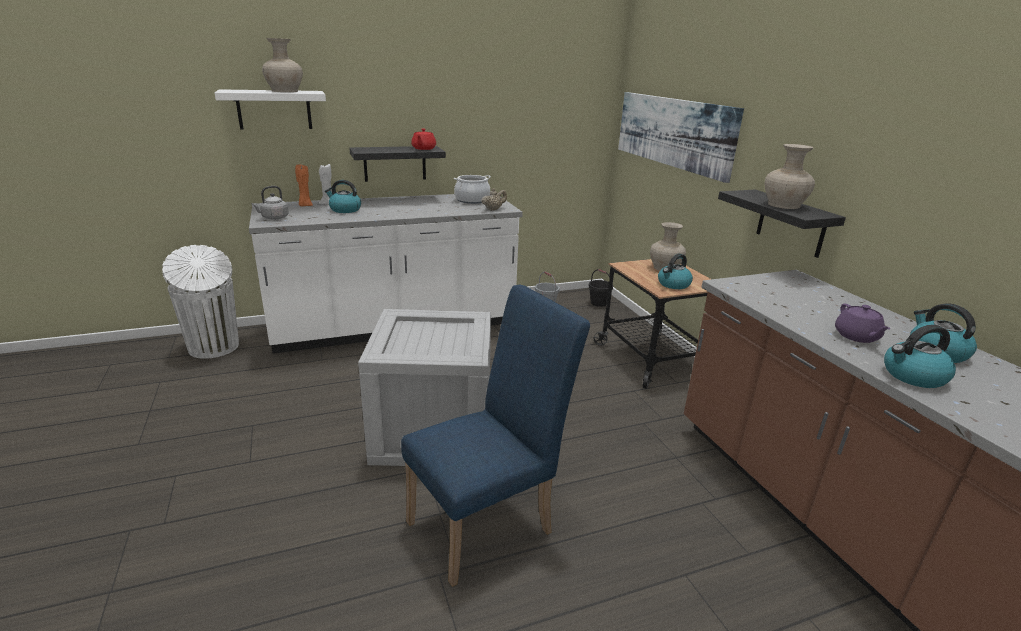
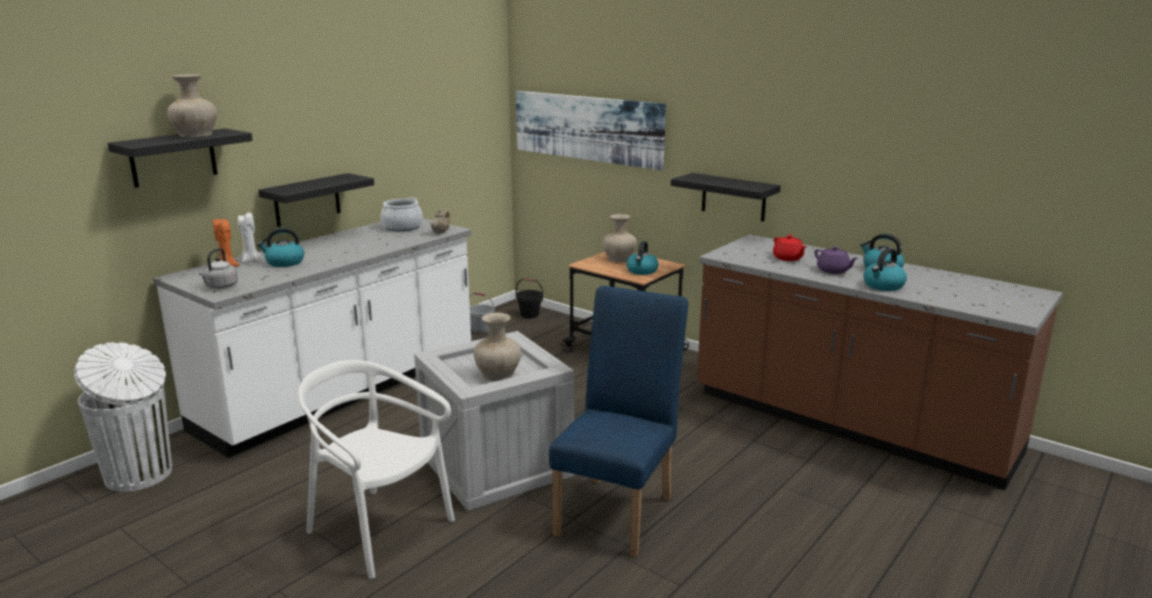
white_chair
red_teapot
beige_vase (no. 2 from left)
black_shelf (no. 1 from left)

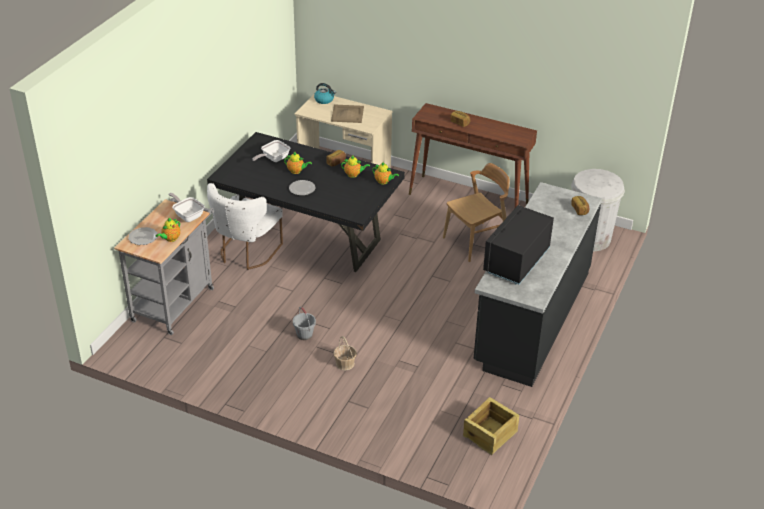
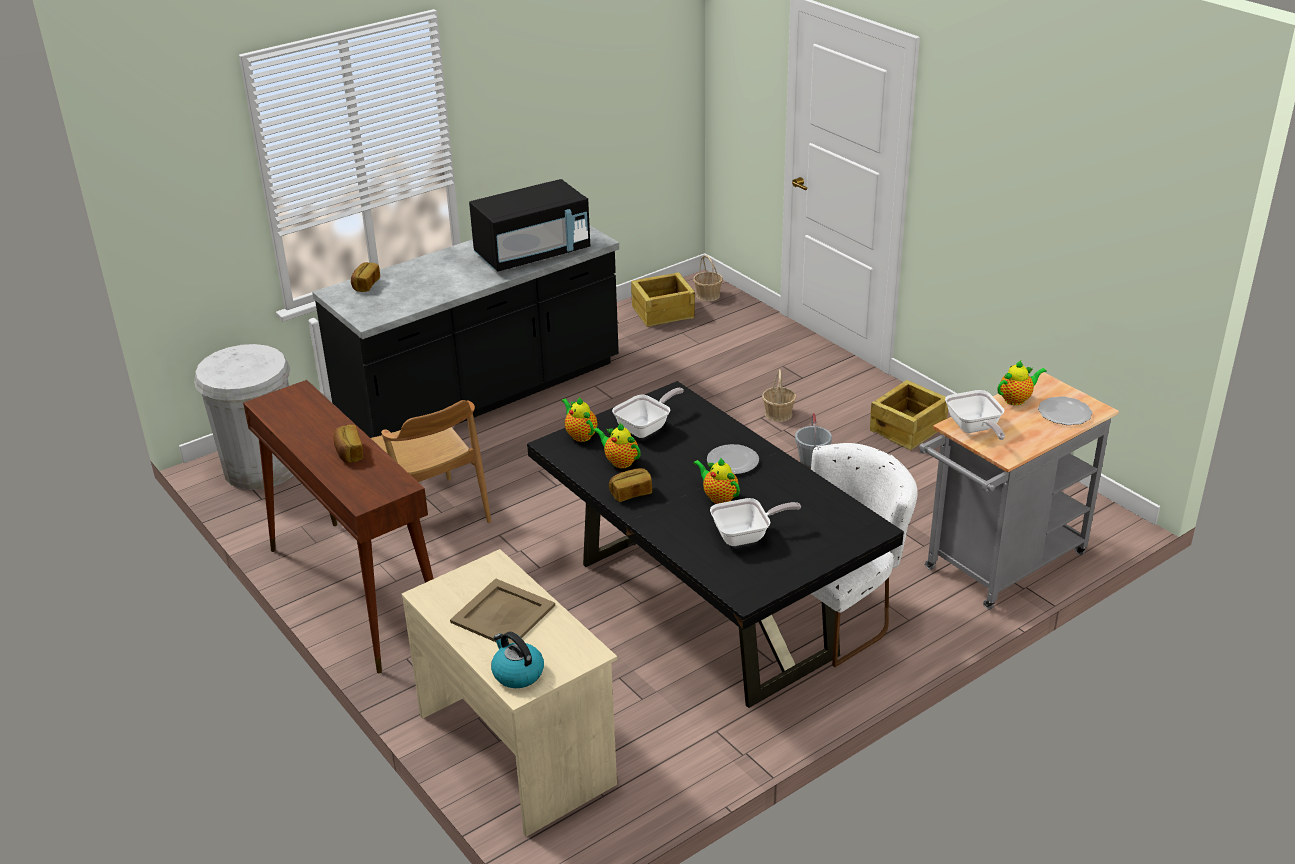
frying_pan (no. 1 from left)
basket (no. 1 from left)
crate (no. 2 from left)
brown_chair

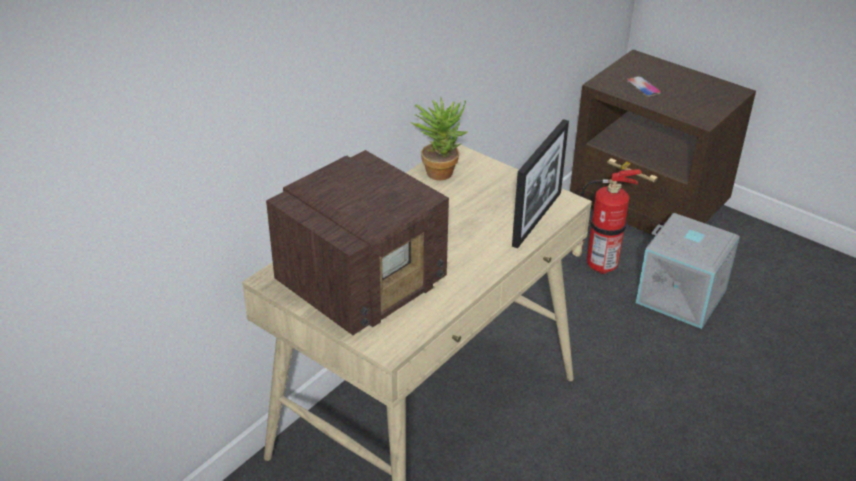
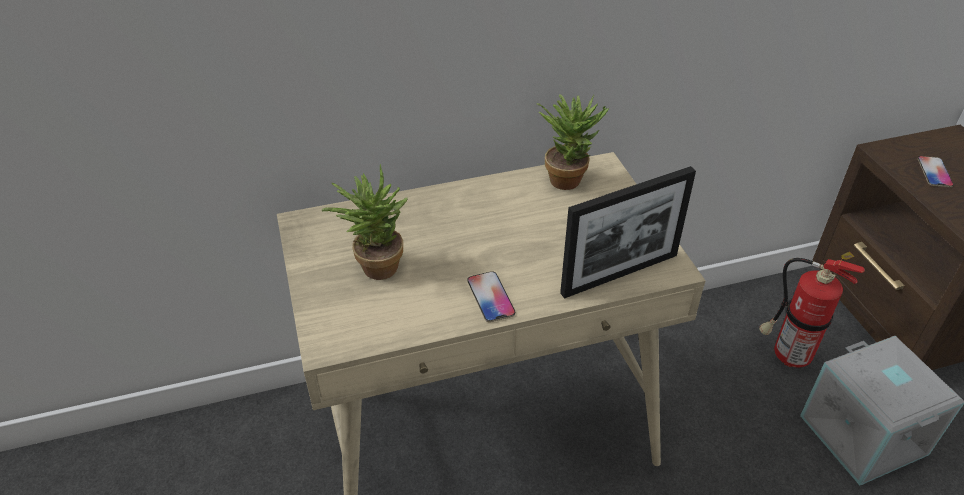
phone (no. 1 from left)
potted_plant (no. 1 from left)

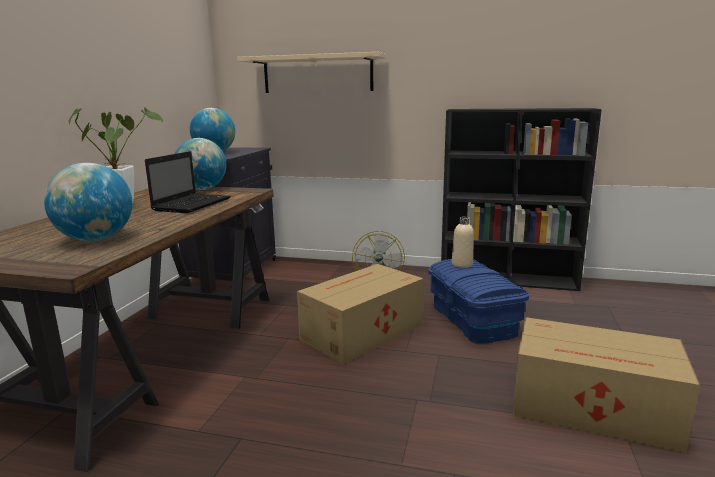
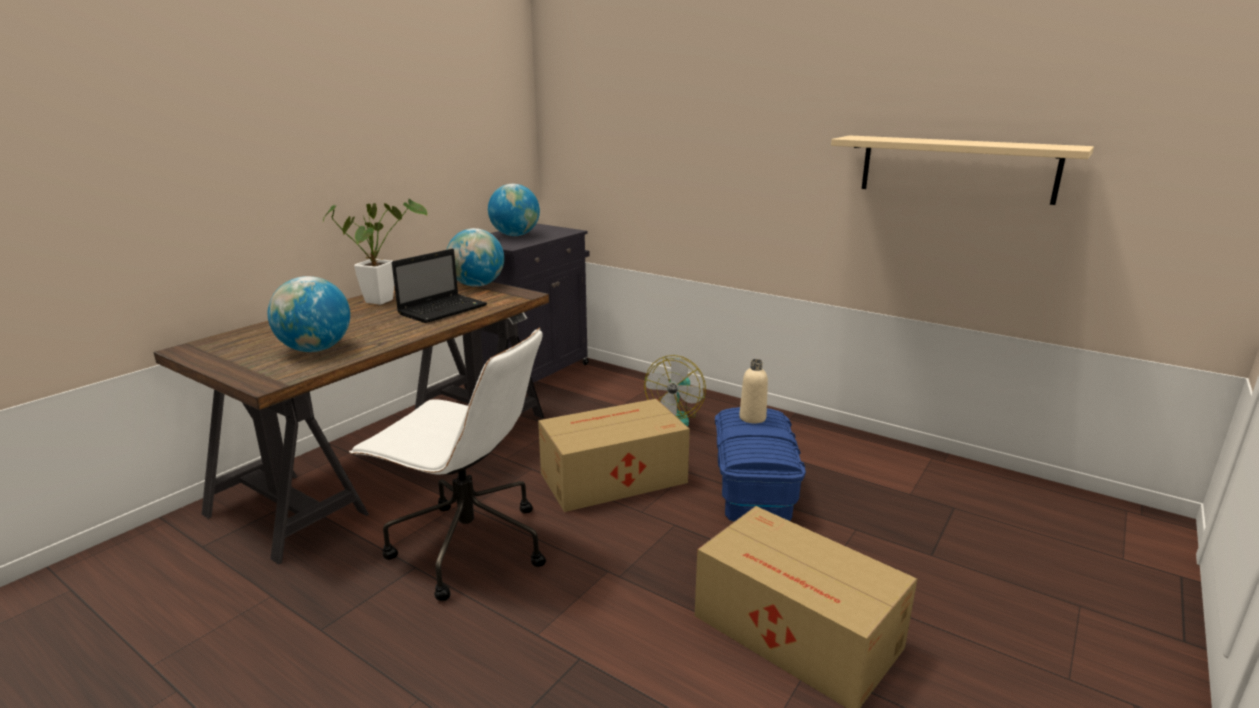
black_bookcase
white_office_chair
beige_shelf

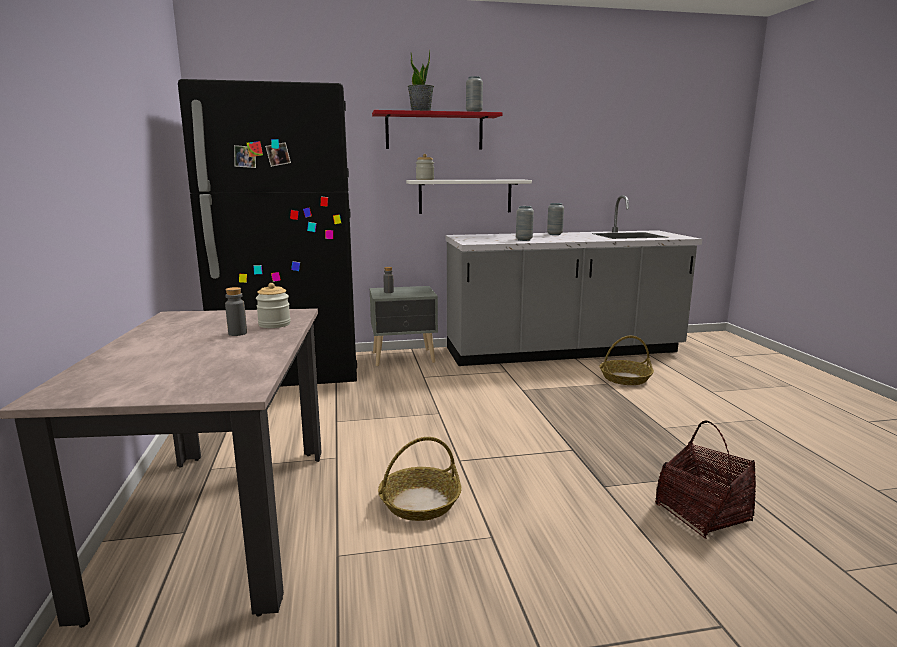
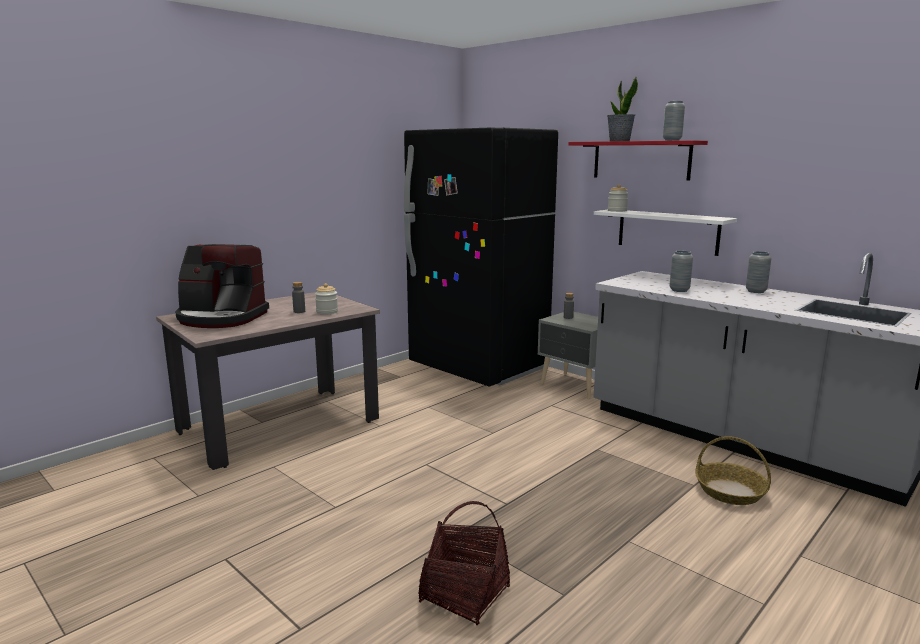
basket (no. 1 from left in the first image)
coffee_machine

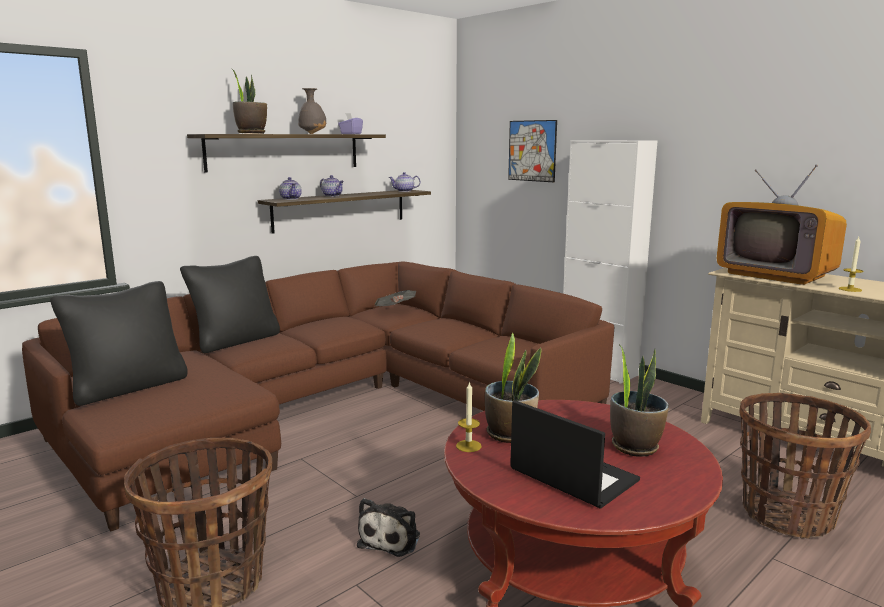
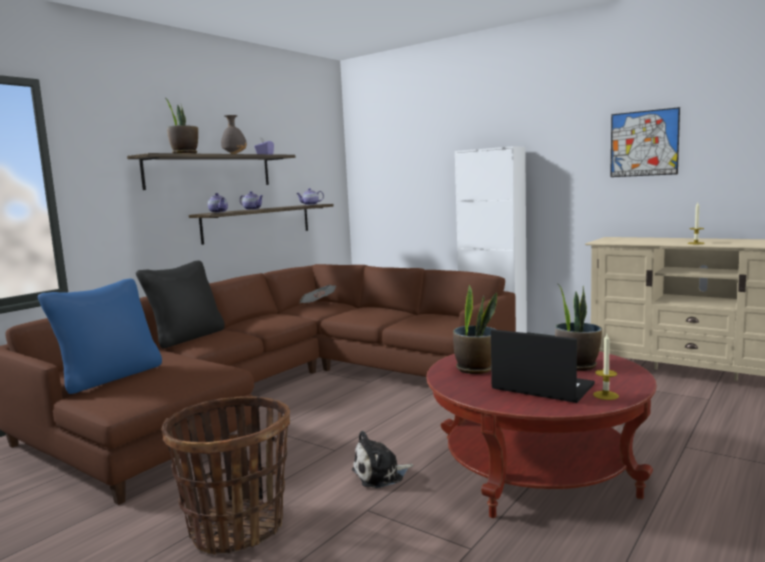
television
basket (no. 2 from left in the first image)
candle (no. 1 from left)
picture
blue_pillow
plush_toy

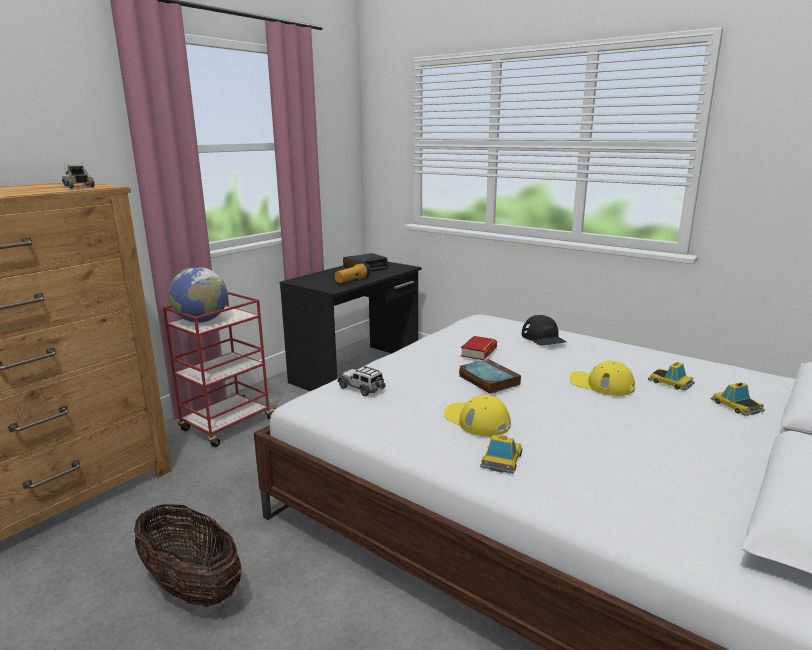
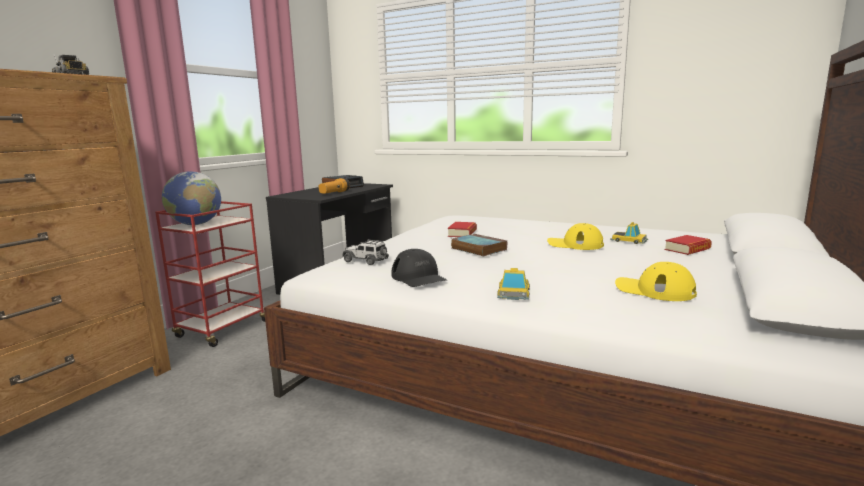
basket
yellow_cap (no. 2 from left)
black_cap
book (no. 3 from left)

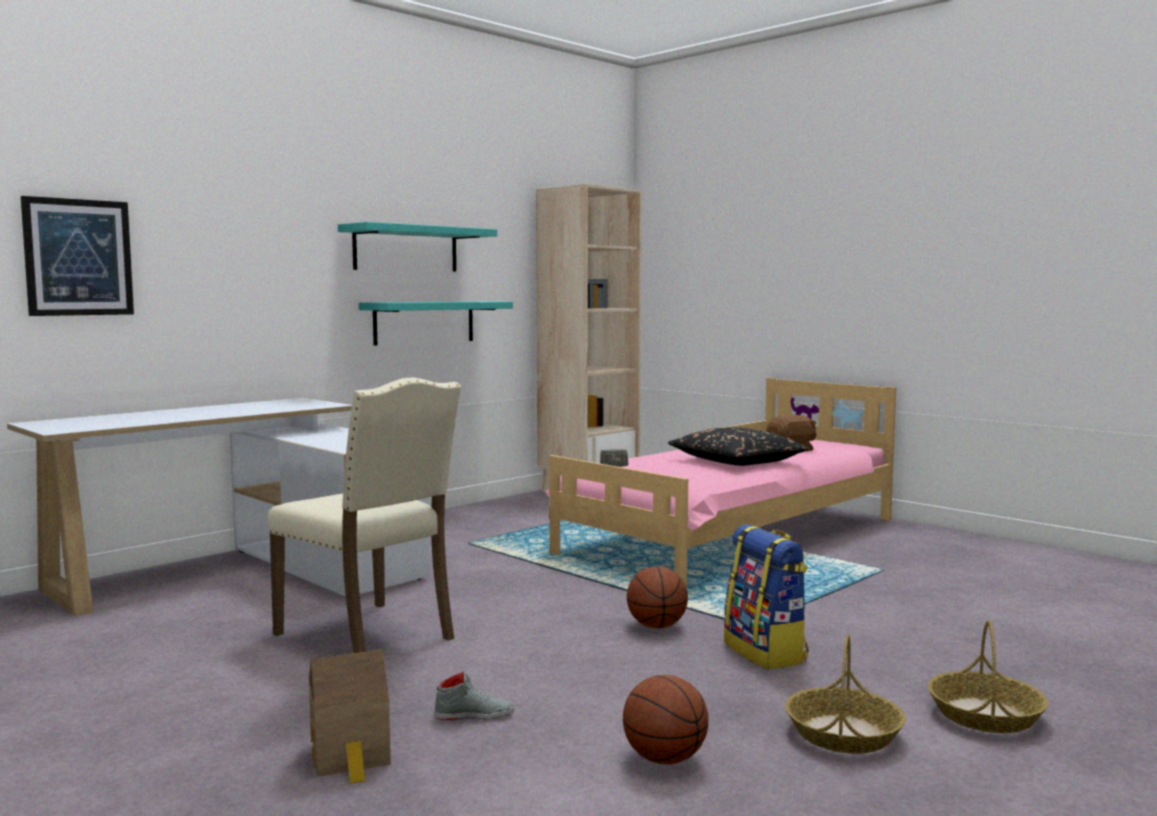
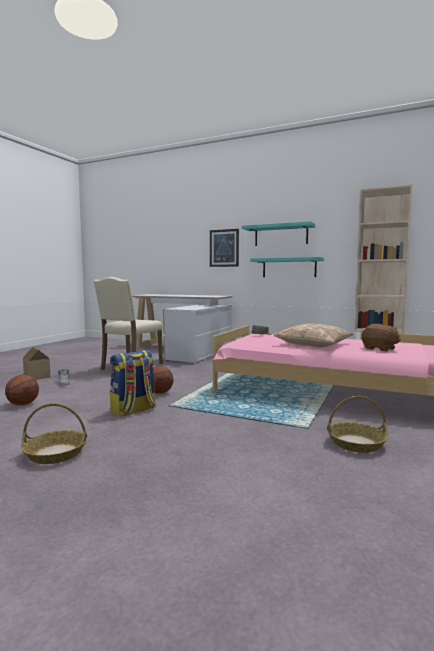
picture
basket (no. 2 from left)
beige_pillow

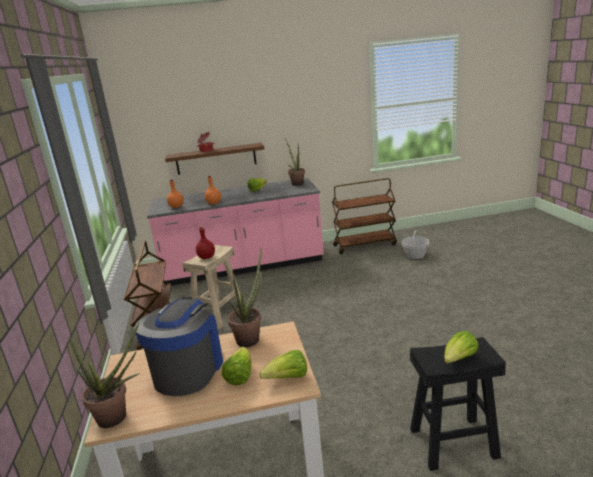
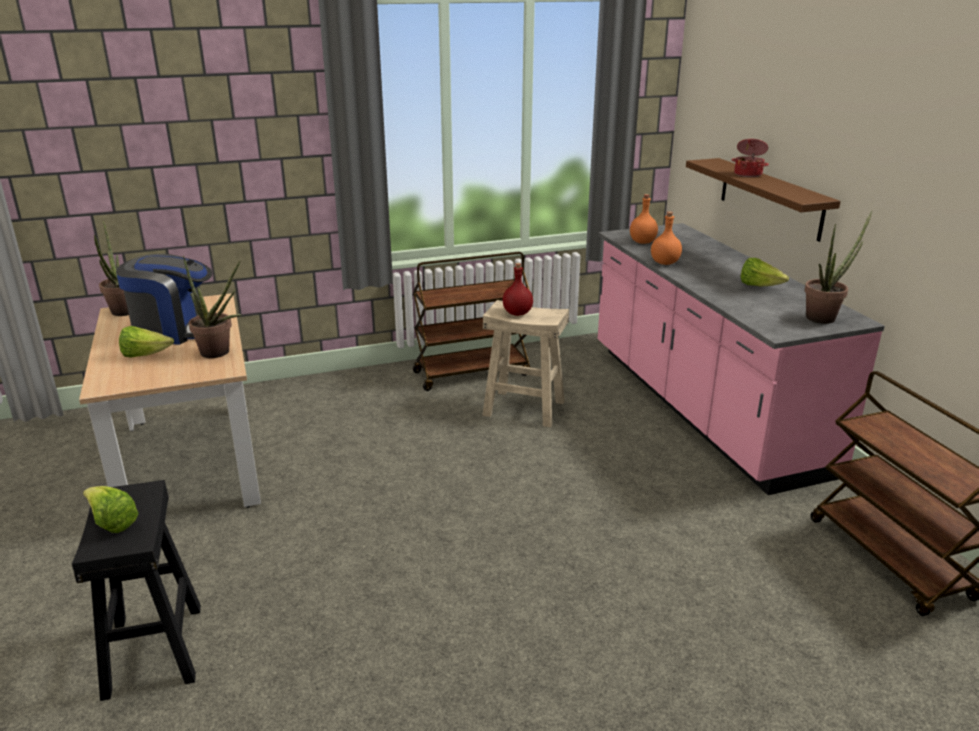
lettuce (no. 3 from left in the first image)
basket

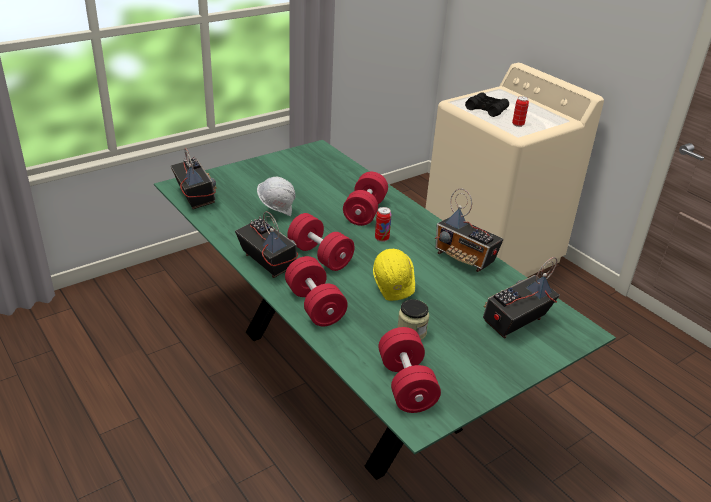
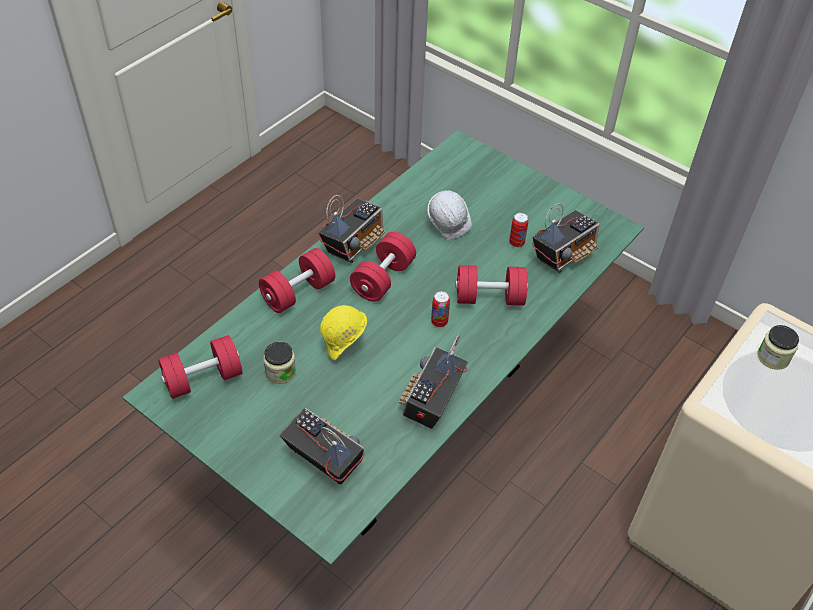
radio (no. 4 from left)
can (no. 2 from left)
jar (no. 2 from left)

